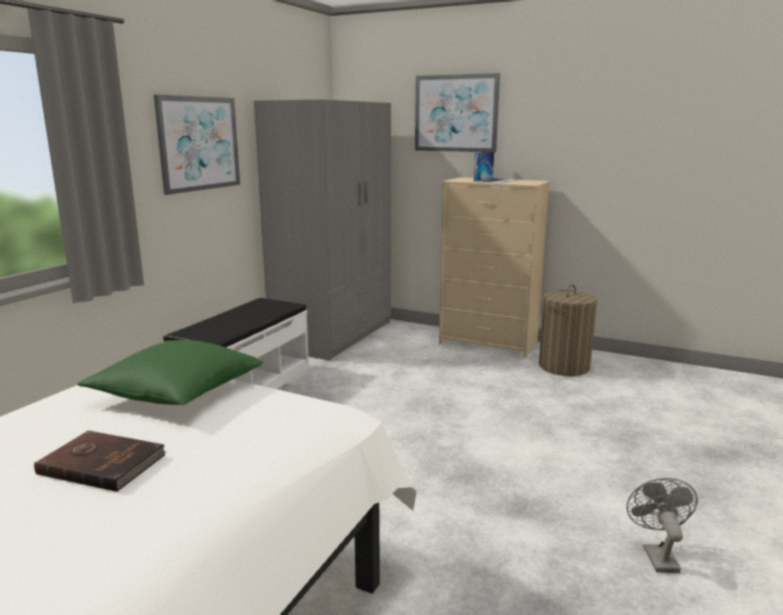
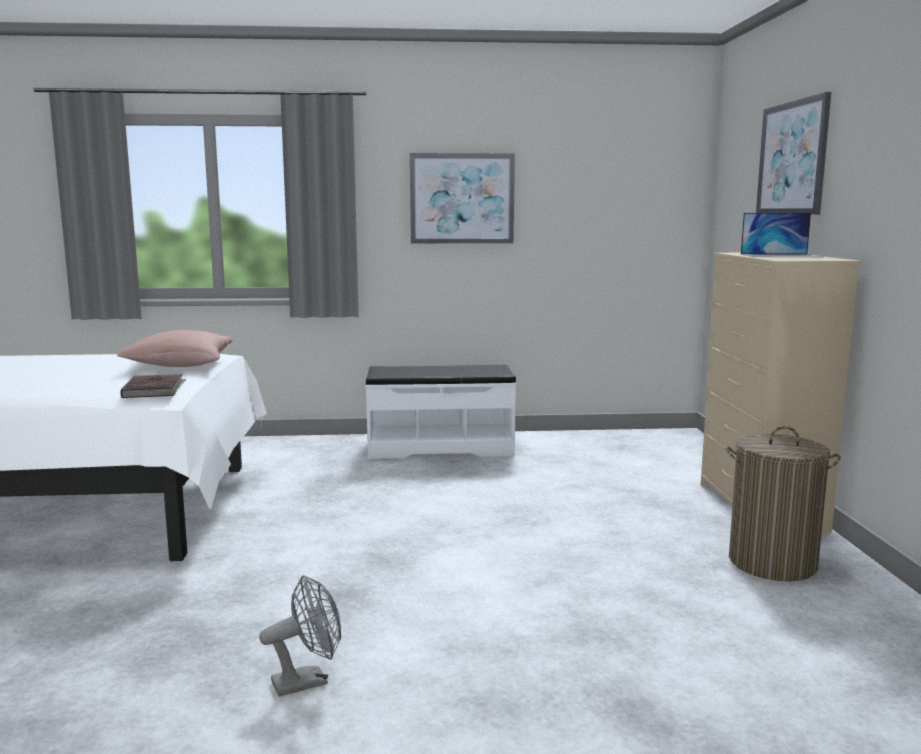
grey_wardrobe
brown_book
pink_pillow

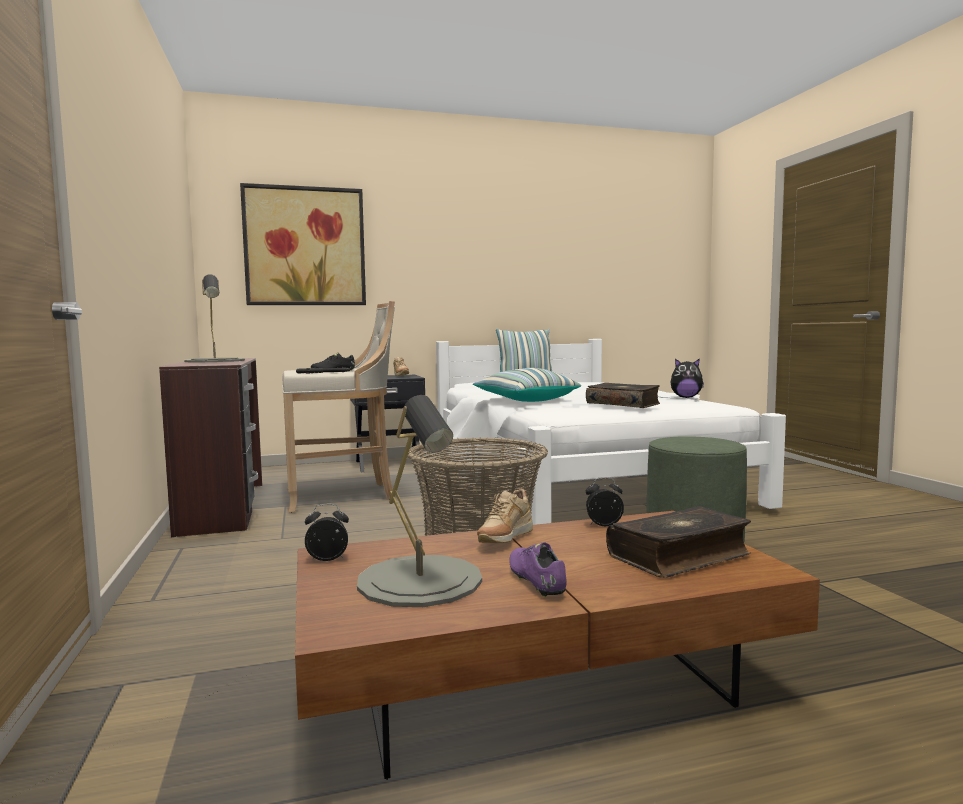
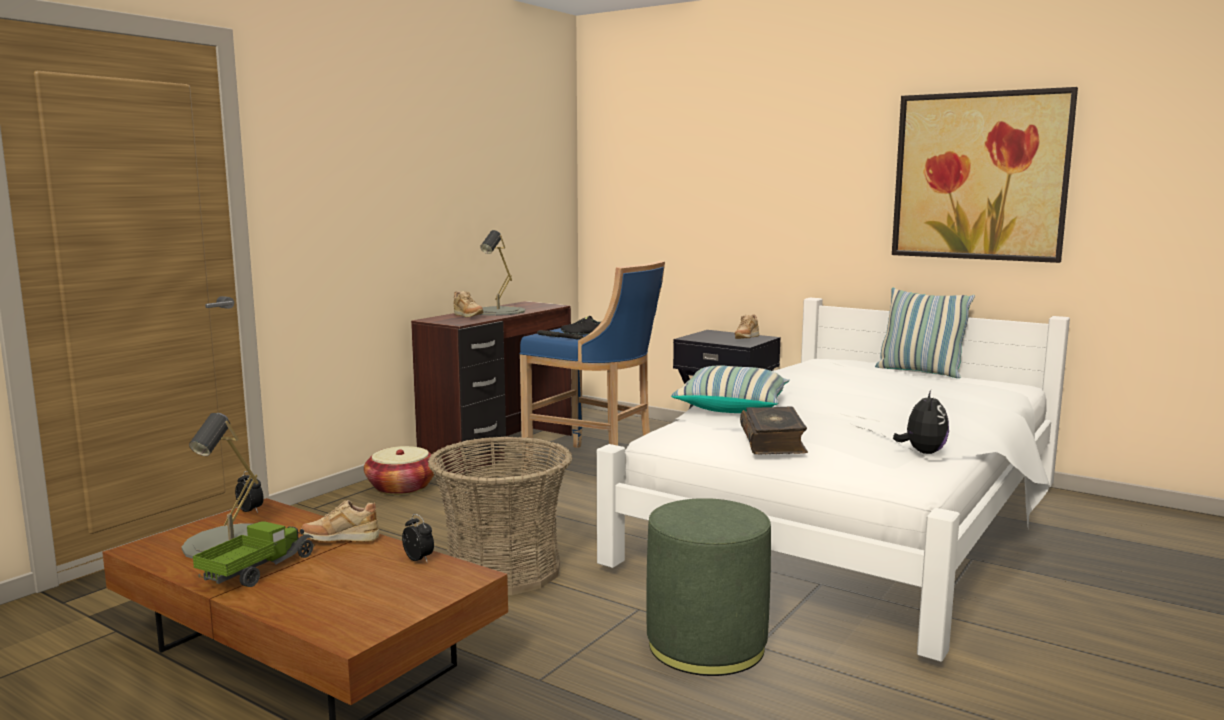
book (no. 2 from left in the first image)
basket (no. 1 from left)
beige_shoe (no. 2 from left)
picture
toy_truck
blue_stool
plush_toy

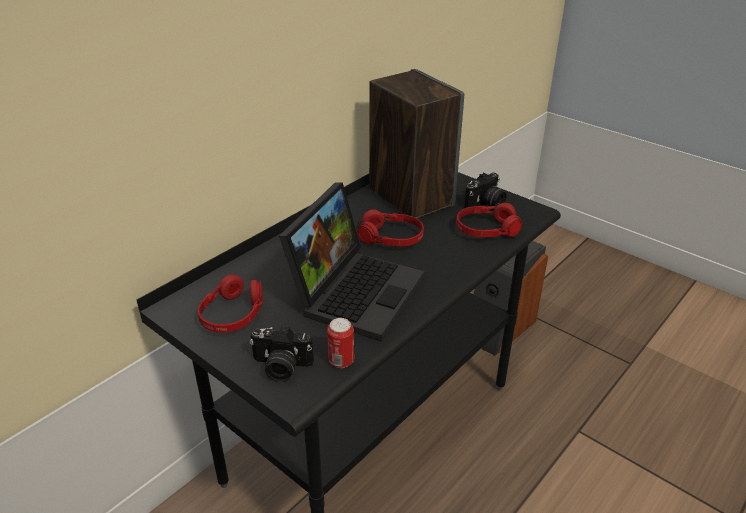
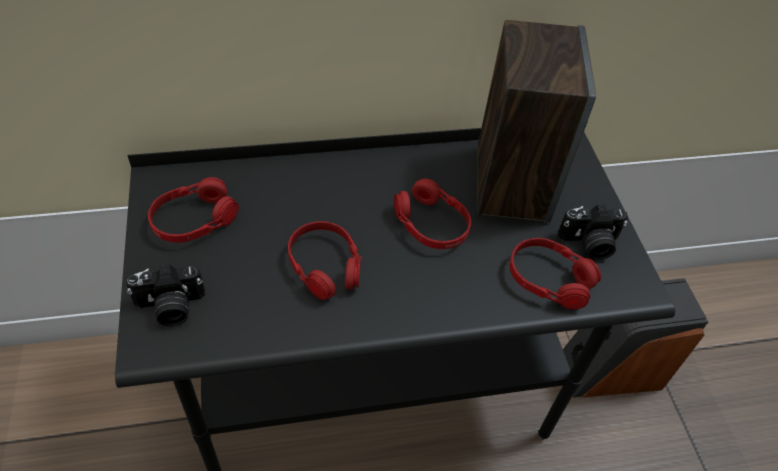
can
red_headphones (no. 2 from left)
photo_camera (no. 1 from left)

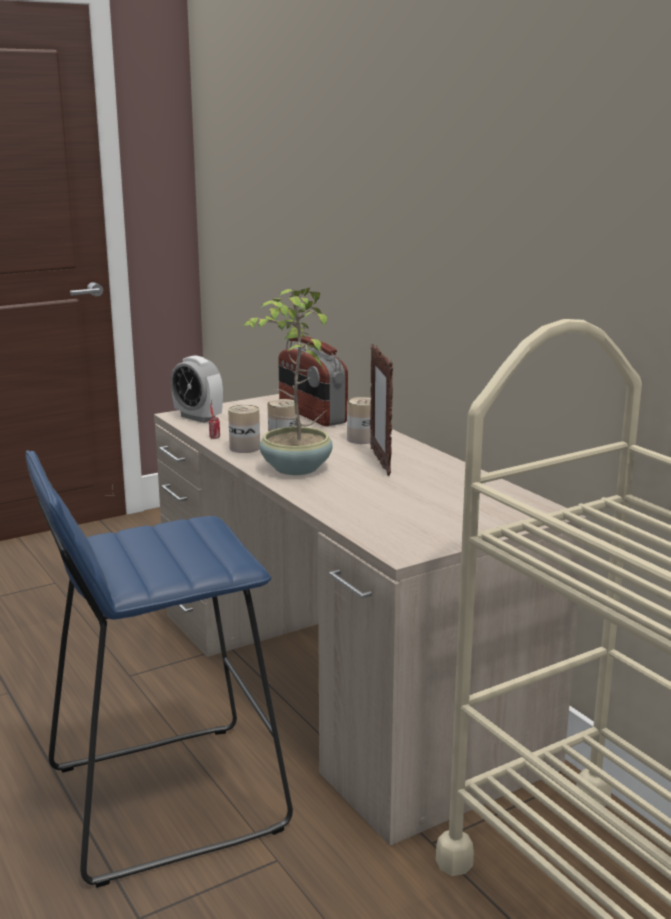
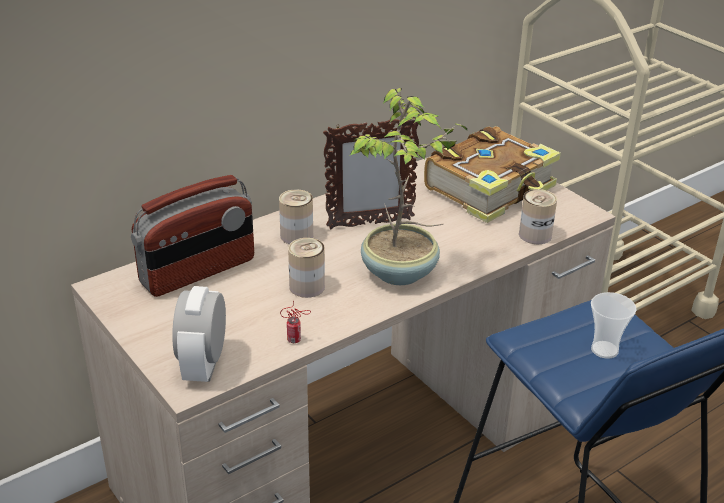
book
cup
can (no. 4 from left)
alarm_clock

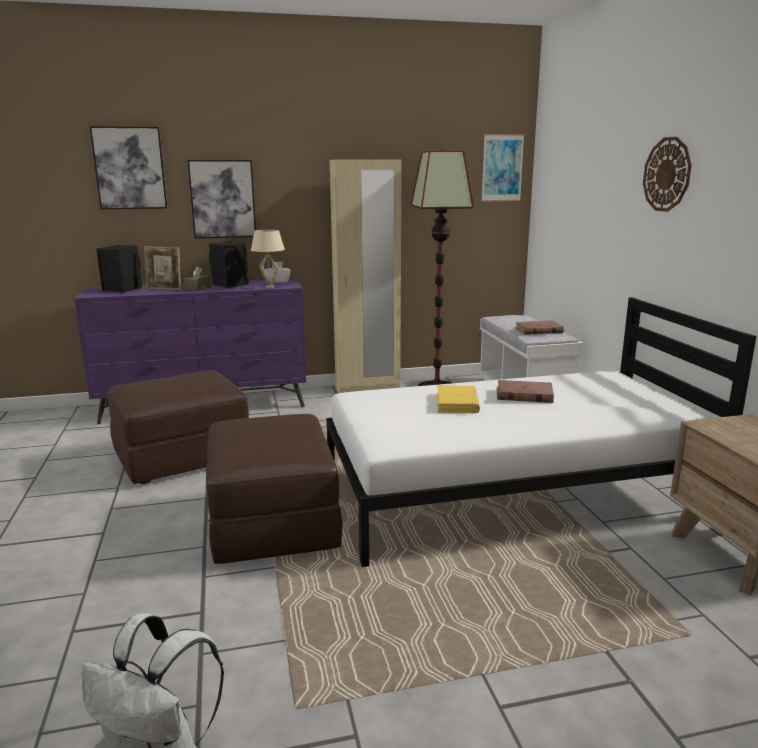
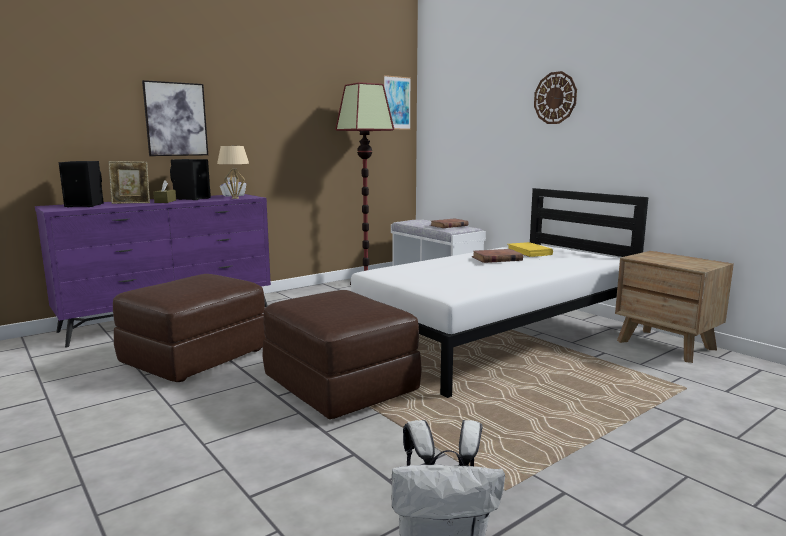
picture (no. 1 from left in the first image)
beige_wardrobe
yellow_book

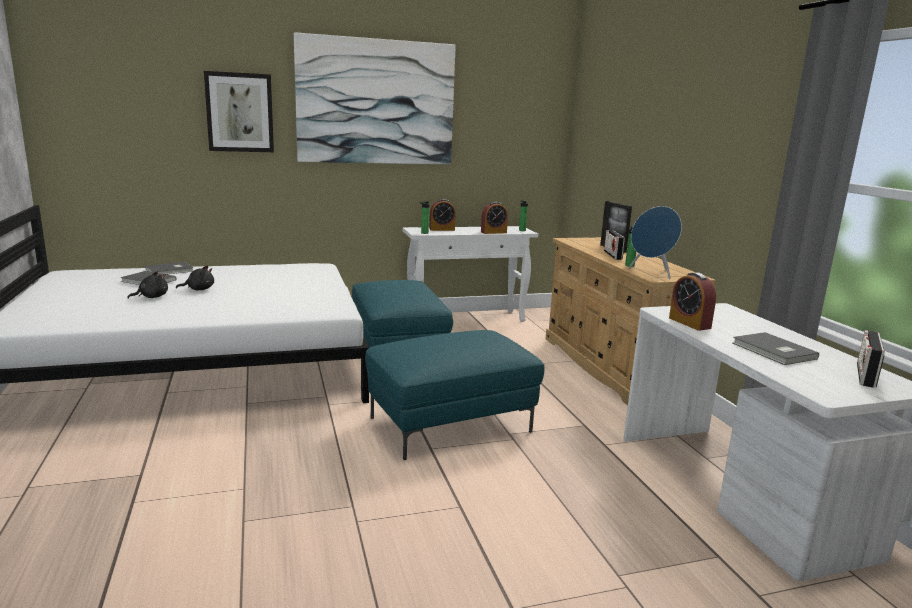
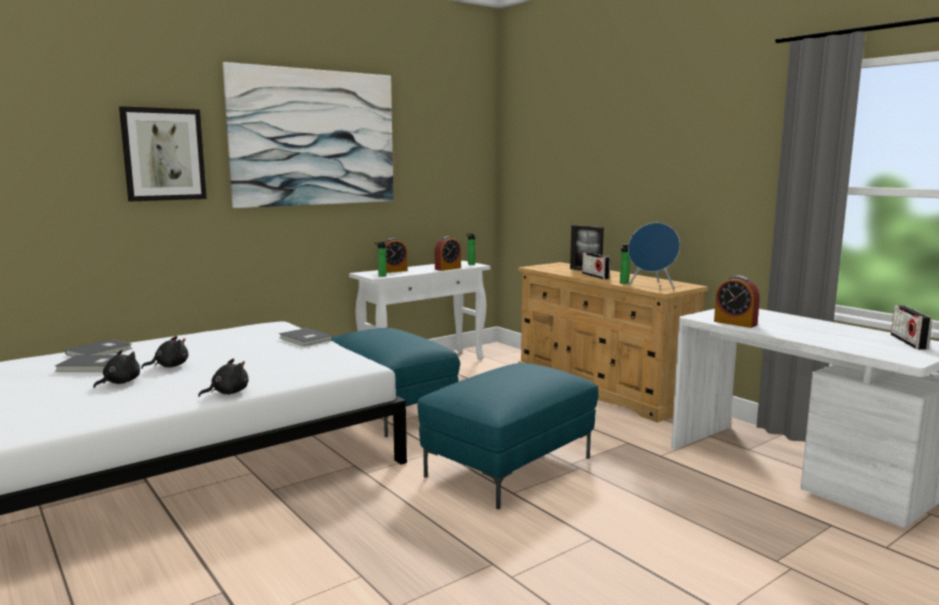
black_plush_toy (no. 3 from left)
grey_book (no. 3 from left)

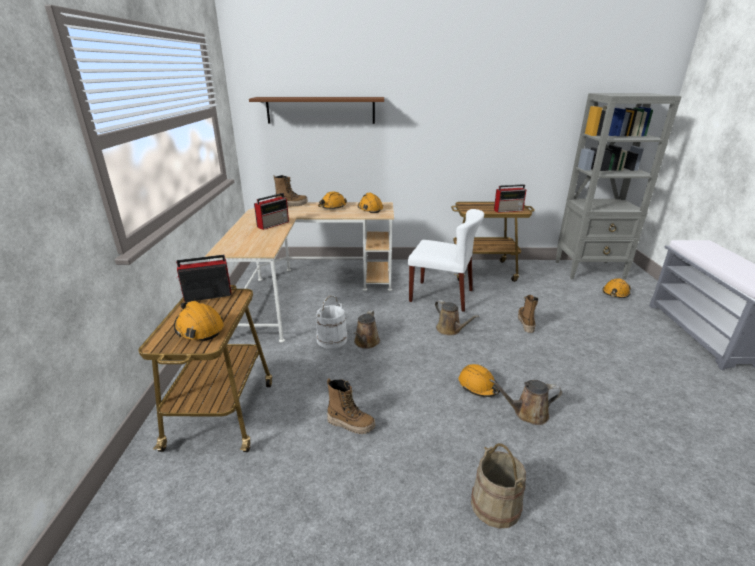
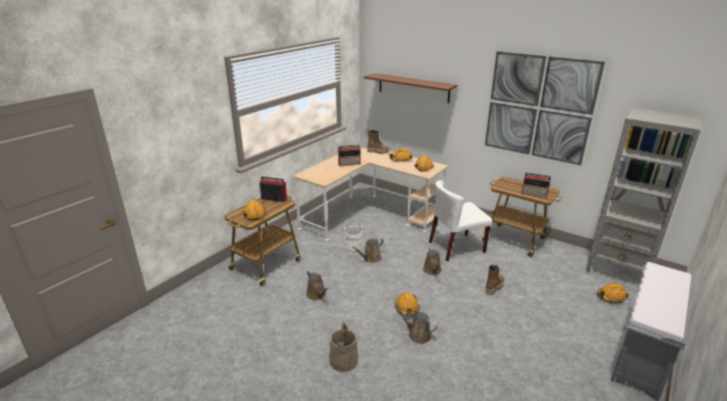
picture
brown_watering_can (no. 1 from left)
white_chair

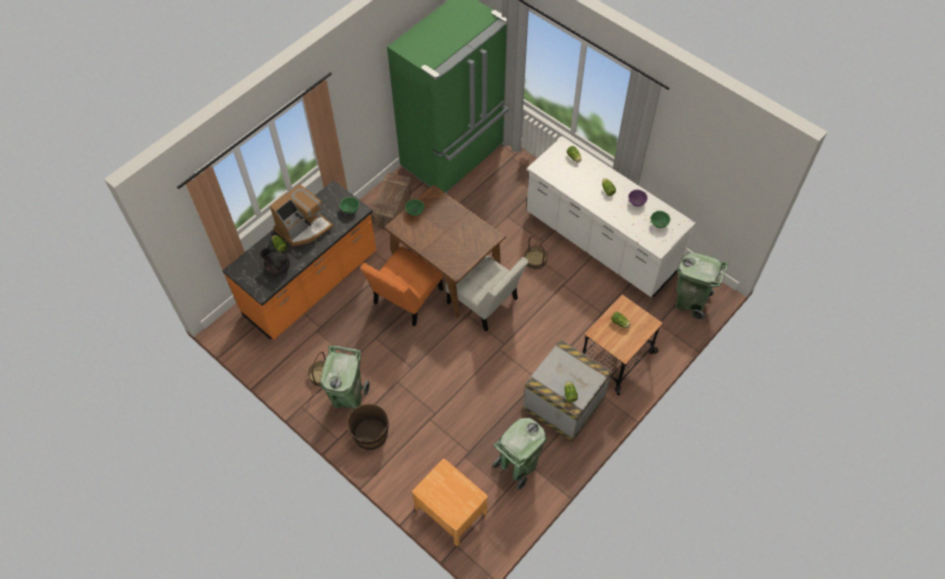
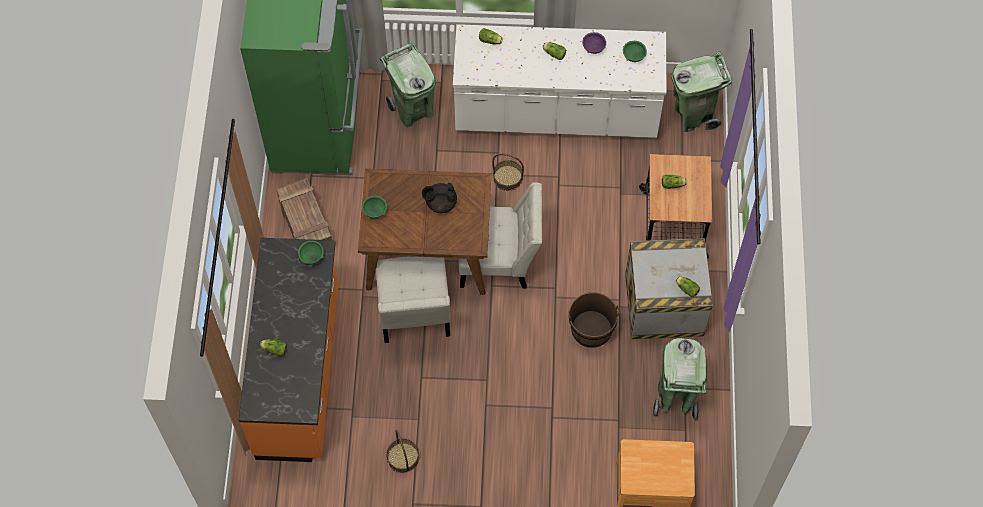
coffee_machine
black_teapot
green_trash_can (no. 1 from left)
brown_bucket
white_chair (no. 1 from left)

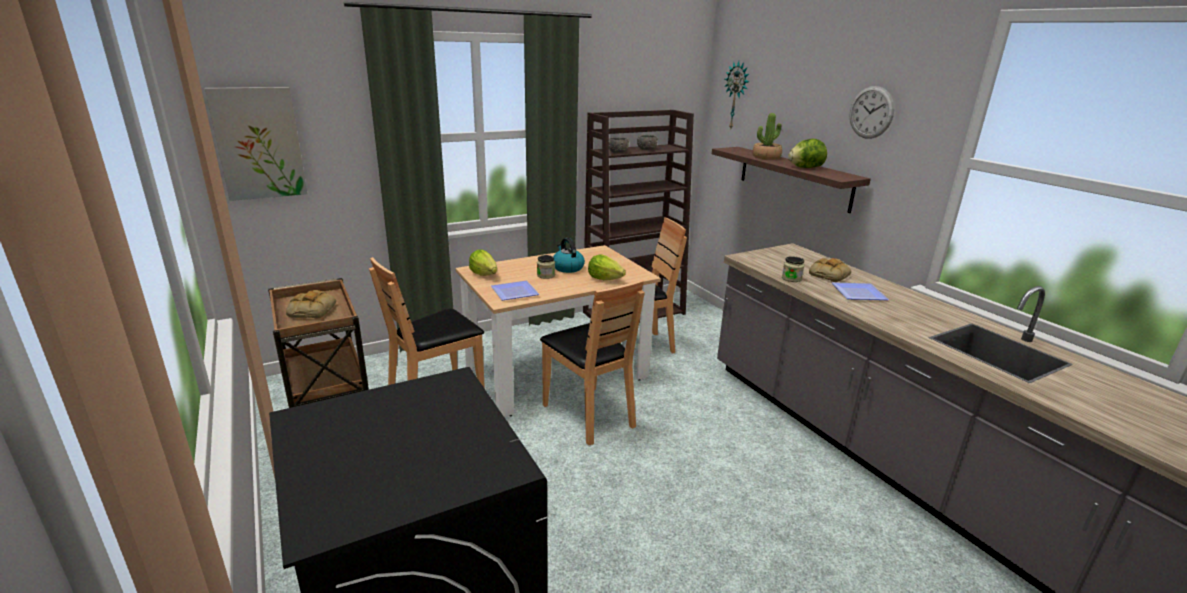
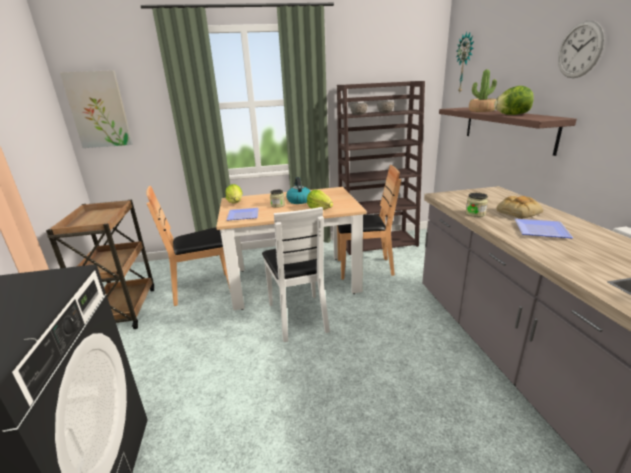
bread (no. 1 from left in the first image)
white_chair

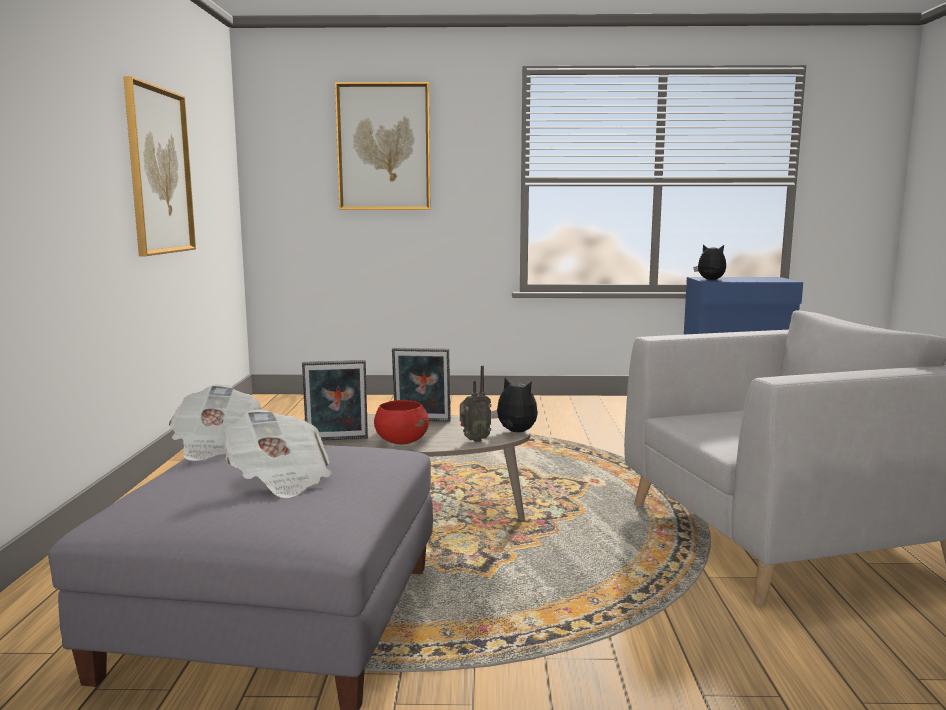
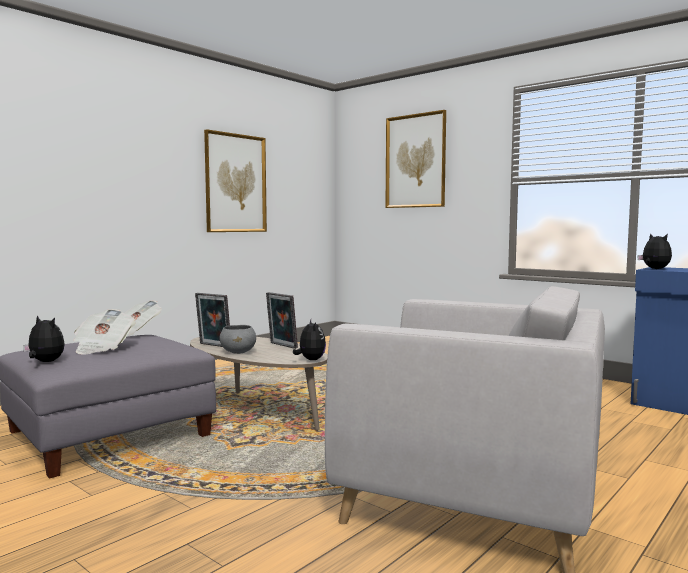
radio
plush_toy (no. 1 from left)
grey_bowl

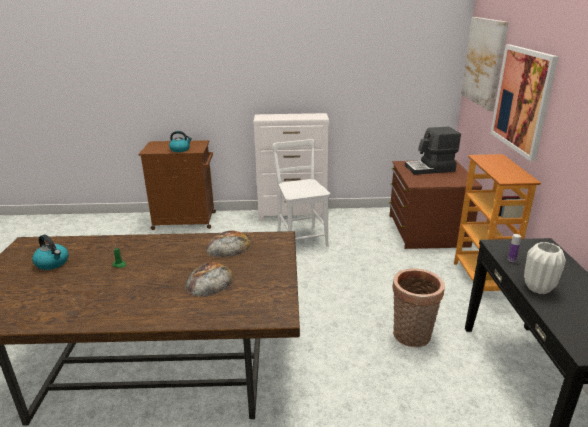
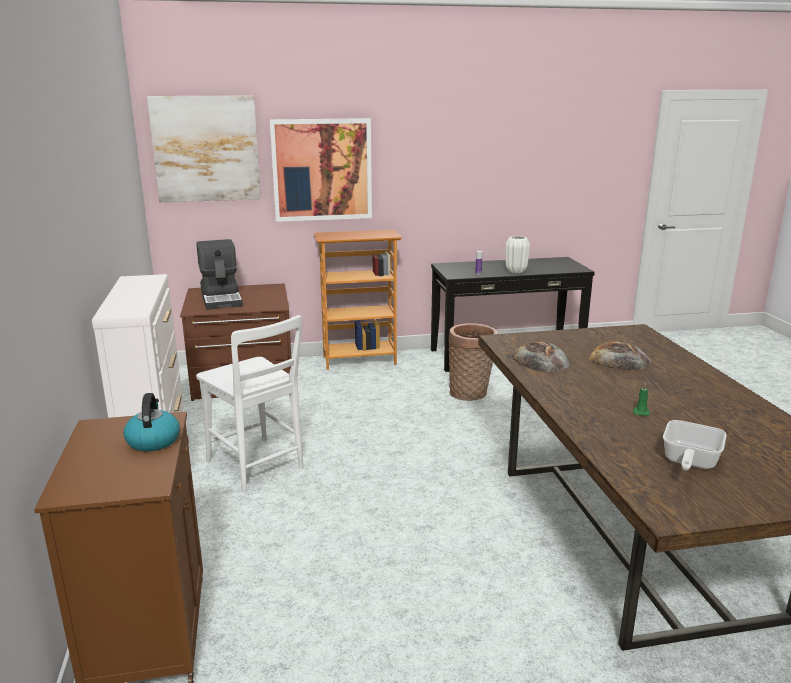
frying_pan
white_chair

